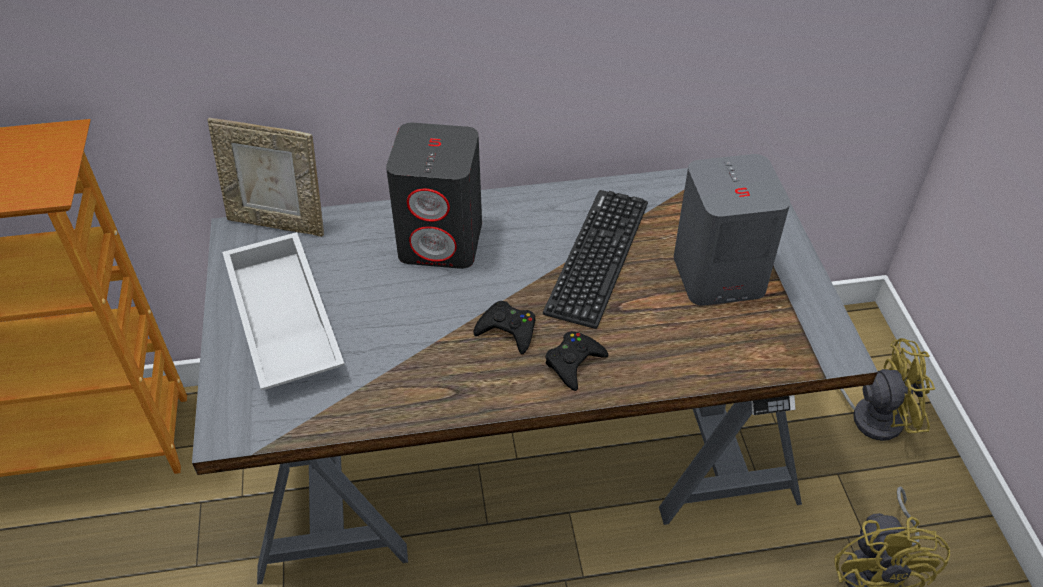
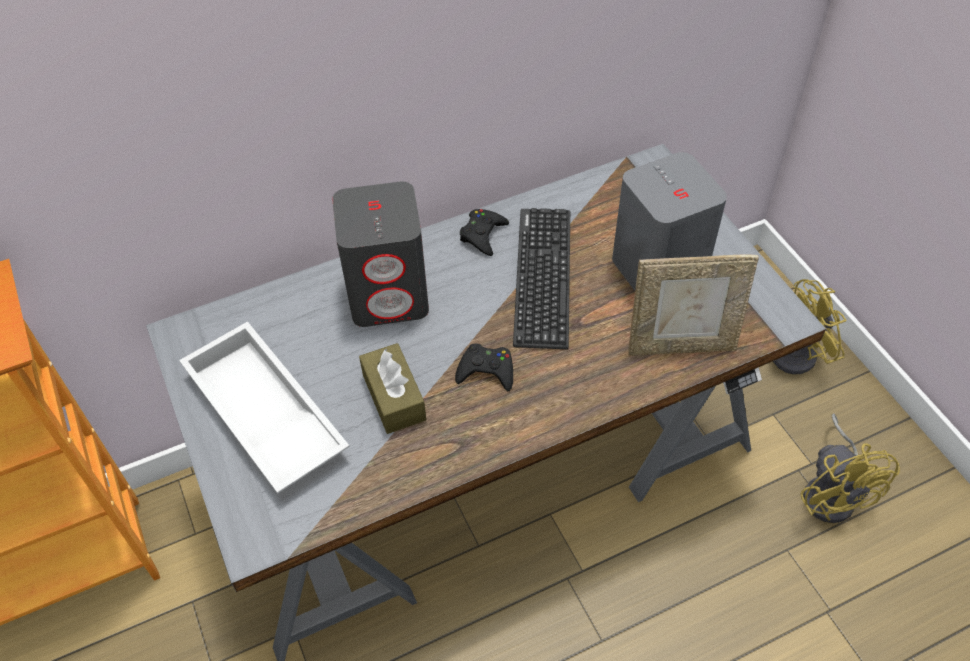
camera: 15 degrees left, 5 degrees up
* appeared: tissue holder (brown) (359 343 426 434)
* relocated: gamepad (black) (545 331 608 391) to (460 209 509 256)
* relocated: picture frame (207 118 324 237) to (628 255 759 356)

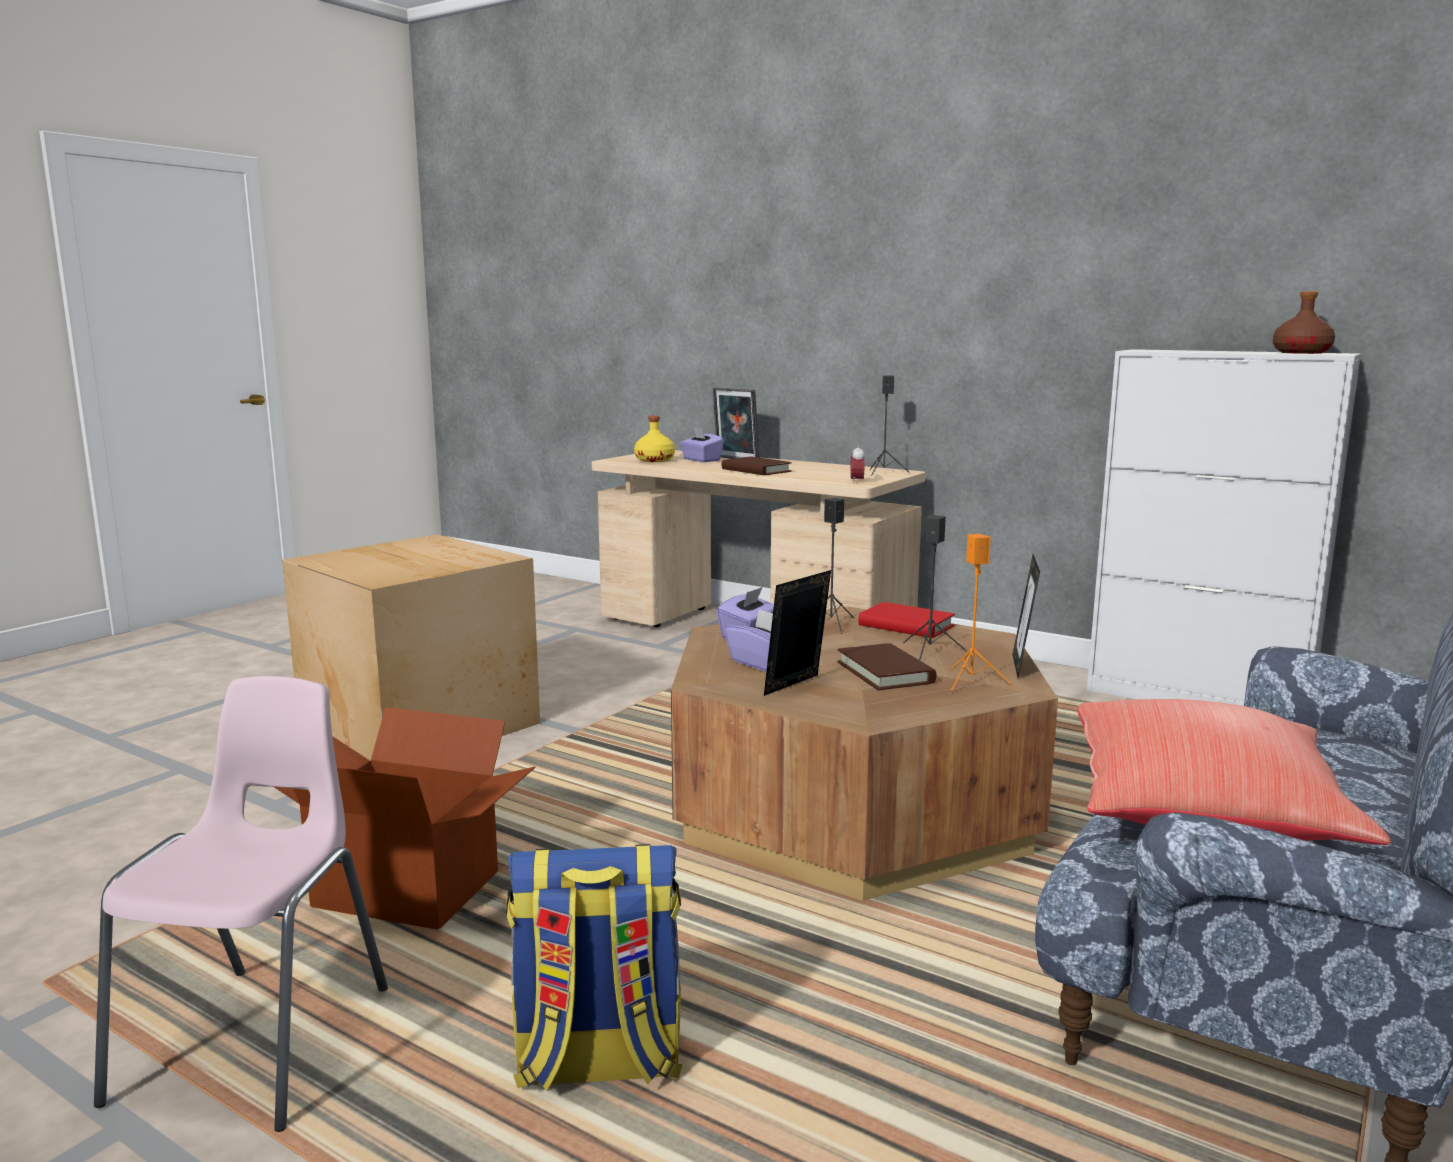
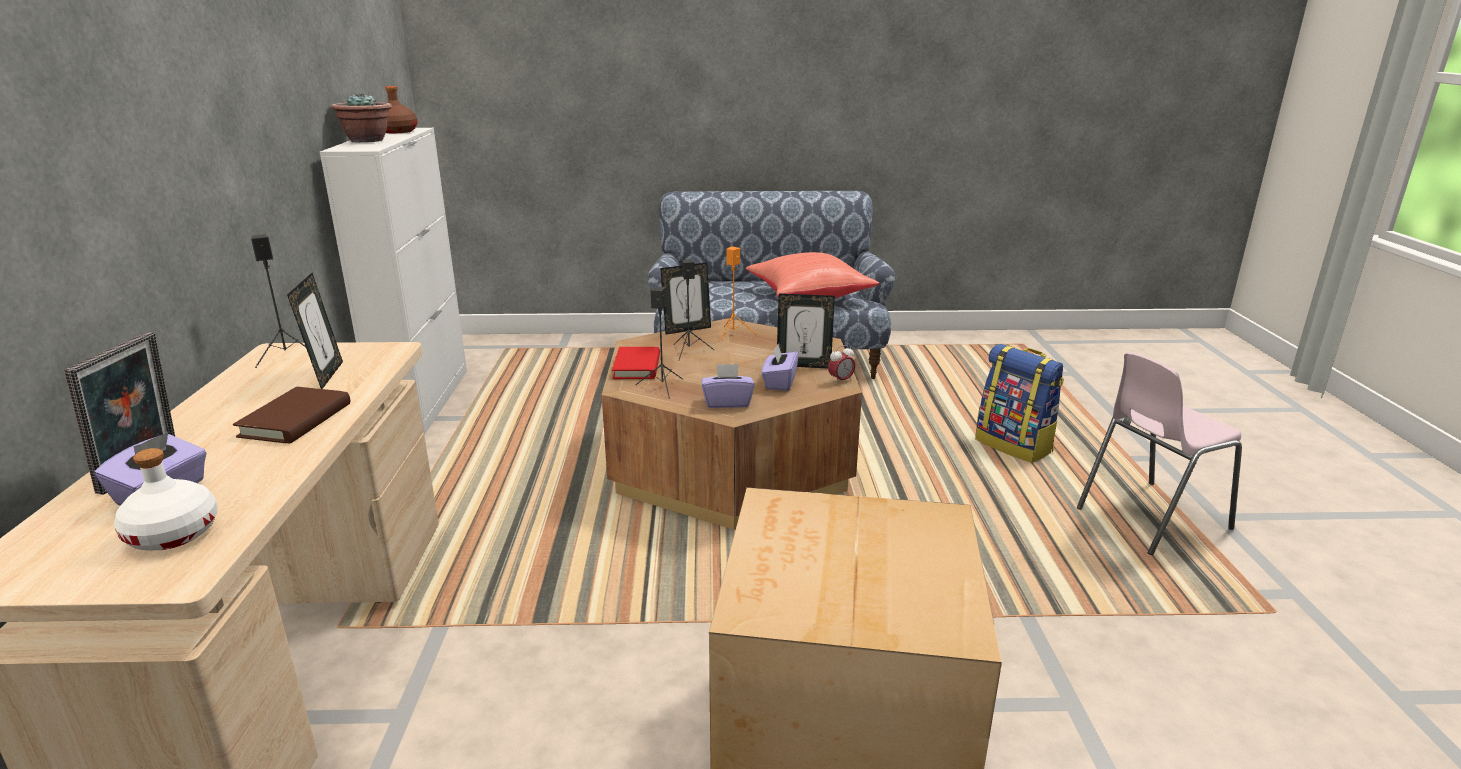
camera: 125 degrees left, 10 degrees up
* colour: drink bottle (yellow-coloured) (634 416 675 462) to drink bottle (whitish) (114 448 218 550)
* appeared: picture frame (287 273 343 389)
* appeared: houseplant (331 92 392 143)
* relocated: bedside clock (850 444 865 484) to (828 345 855 383)
* missing: carton (274 707 536 930)
* missing: volume (brown) (837 643 936 690)

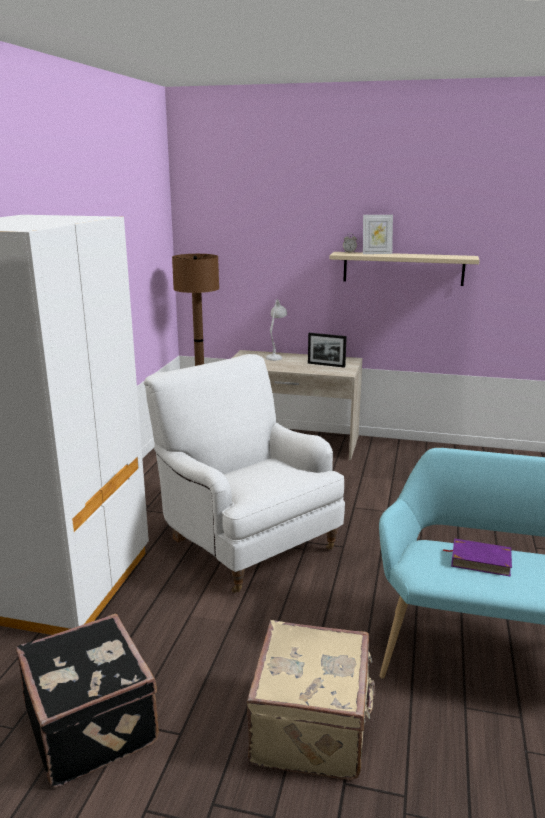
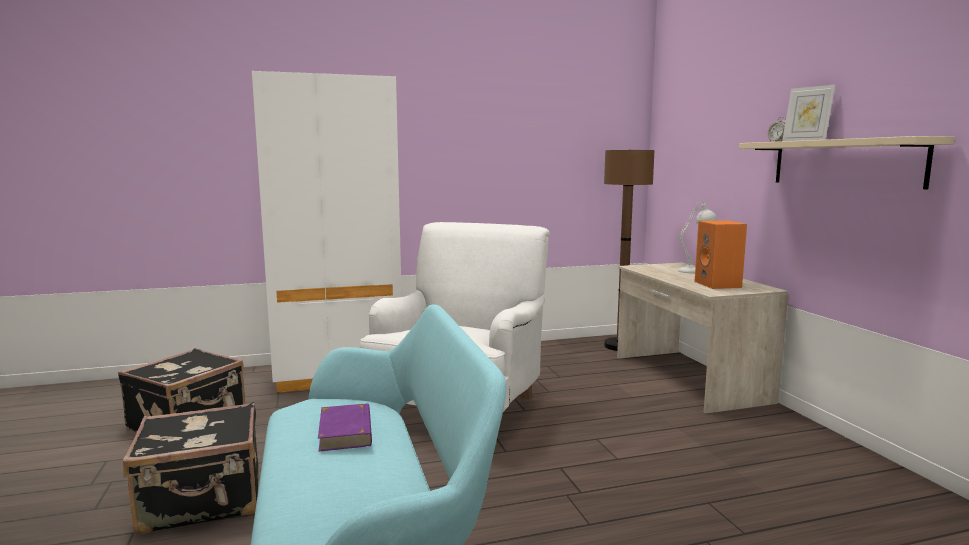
camera: 60 degrees right, 10 degrees down
* colour: piece of luggage (sand-coloured) (247 620 376 780) to piece of luggage (black) (123 402 259 535)
* exchanged: picture frame (308 333 347 368) to loudspeaker (orange-coloured) (695 221 747 289)

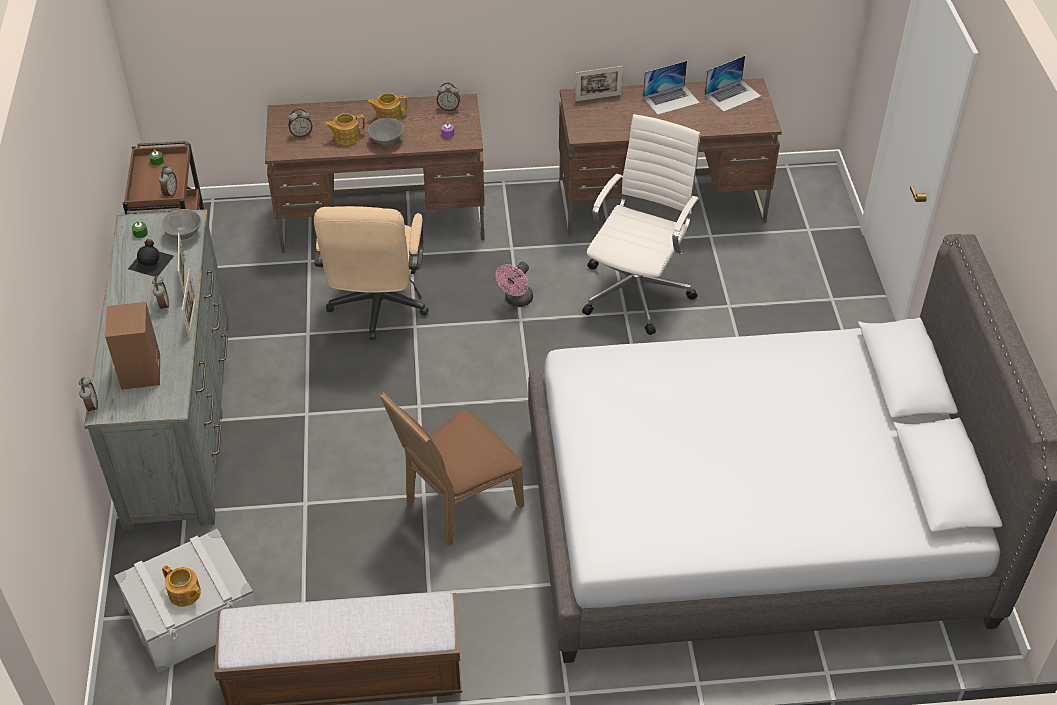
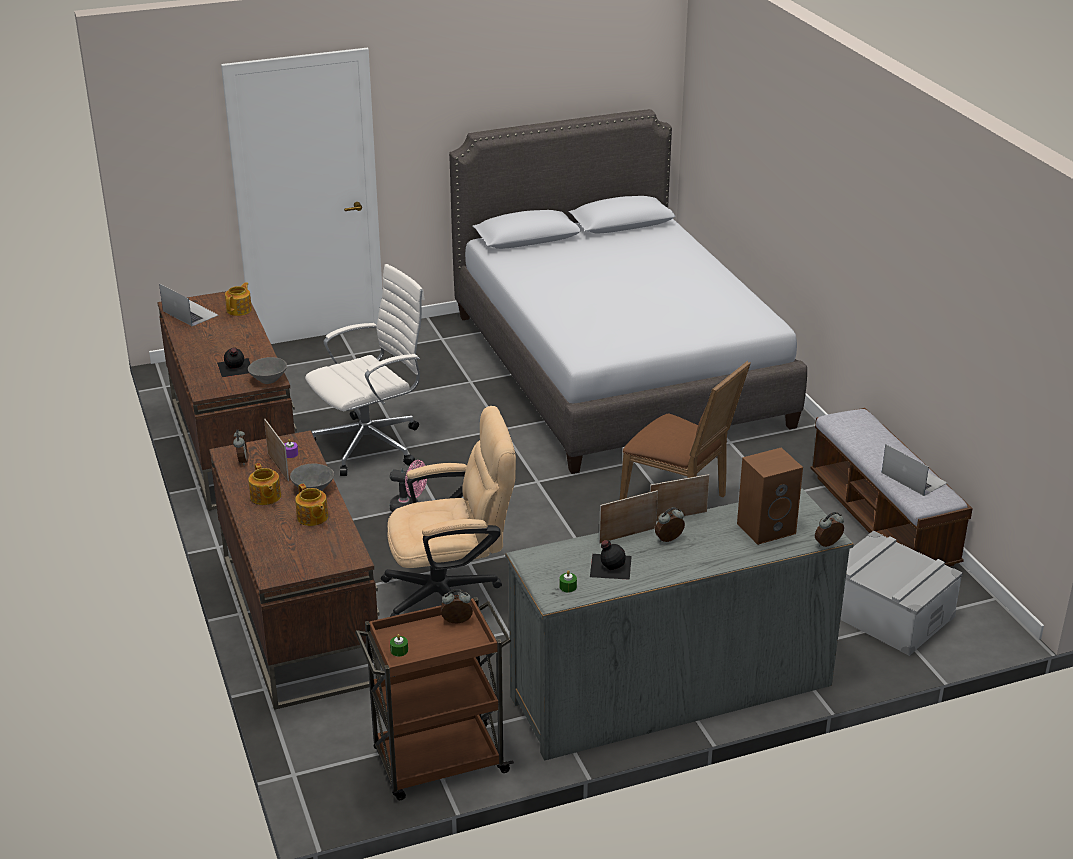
camera: 105 degrees left, 15 degrees down
* appeared: drink bottle (black) (217 348 250 377)
* relocated: pot for tea (162 565 201 607) to (225 282 252 316)
* relocated: deep dish (grey) (162 209 201 239) to (248 357 287 384)
* relocated: picture frame (575 66 623 101) to (264 419 289 481)
* spun: office chair (whitish) (582 114 700 335) = (305 264 425 476) 135 degrees clockwise
* relocated: notebook computer (643 61 700 115) to (882 444 947 496)
* missing: bedside clock (288 108 312 137)

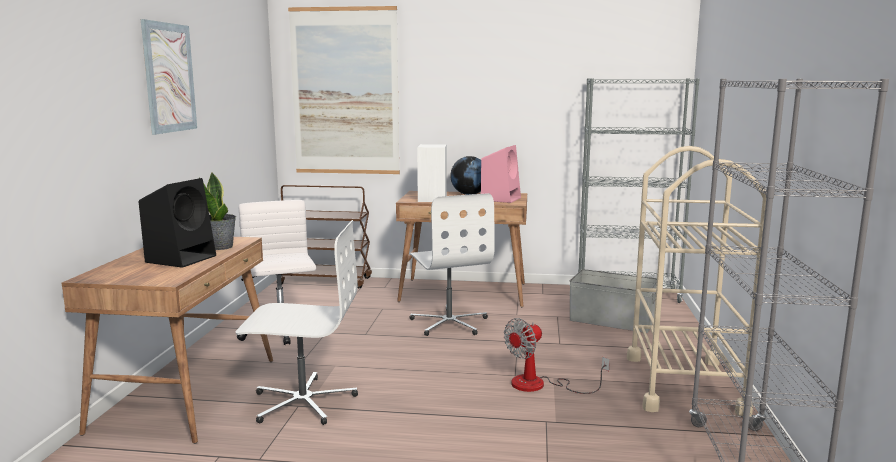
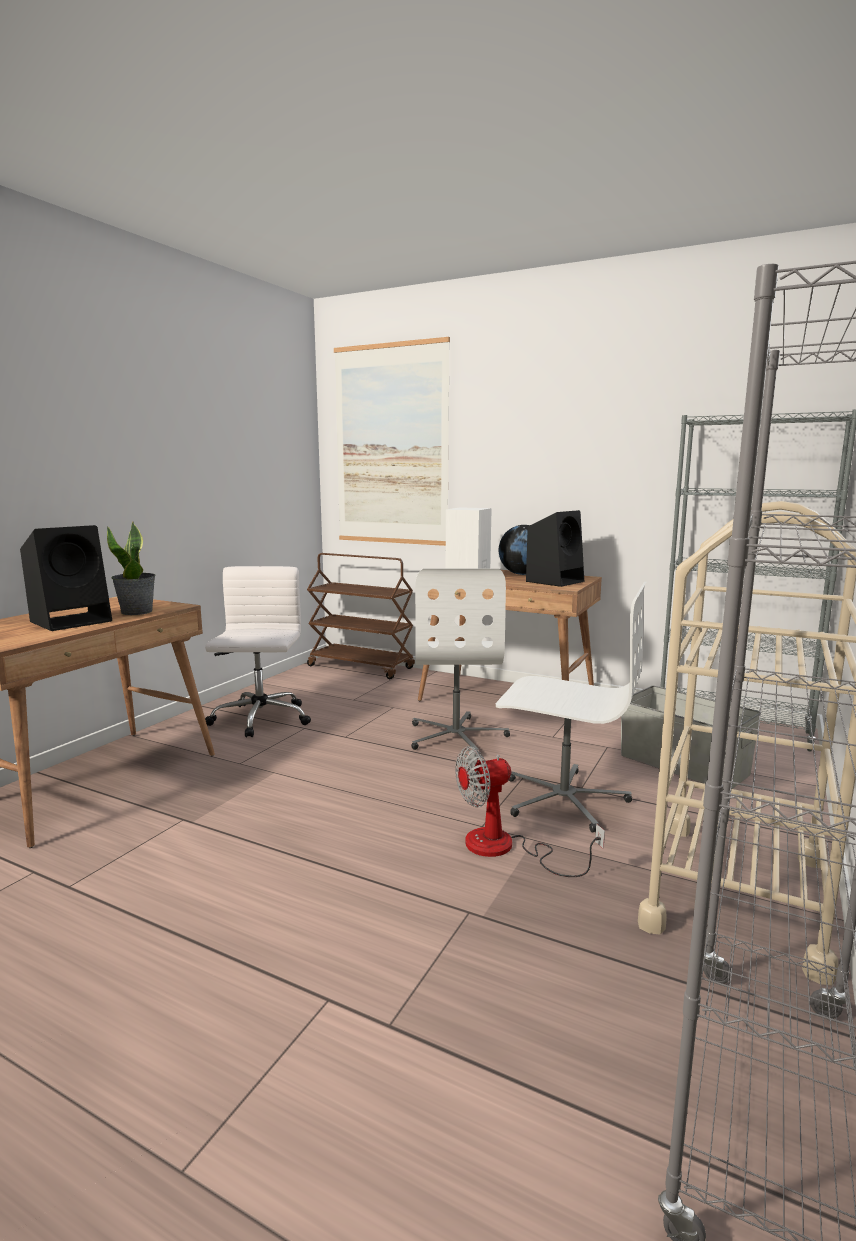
camera: 20 degrees right, 0 degrees up
* relocated: office chair (whitish) (236 220 358 425) to (496 582 646 833)
* colour: loudspeaker (pink-coloured) (481 145 521 203) to loudspeaker (black) (526 510 584 587)
* missing: picture (141 19 197 135)

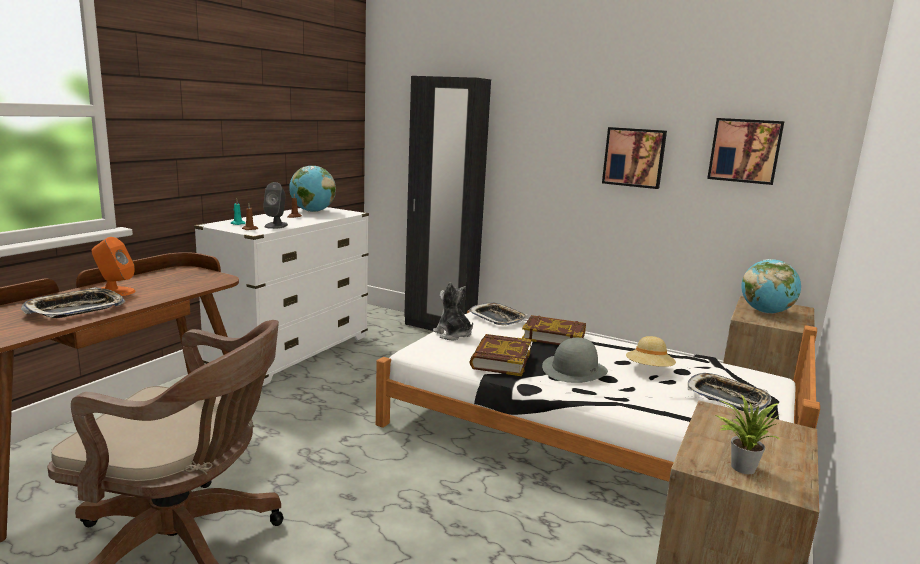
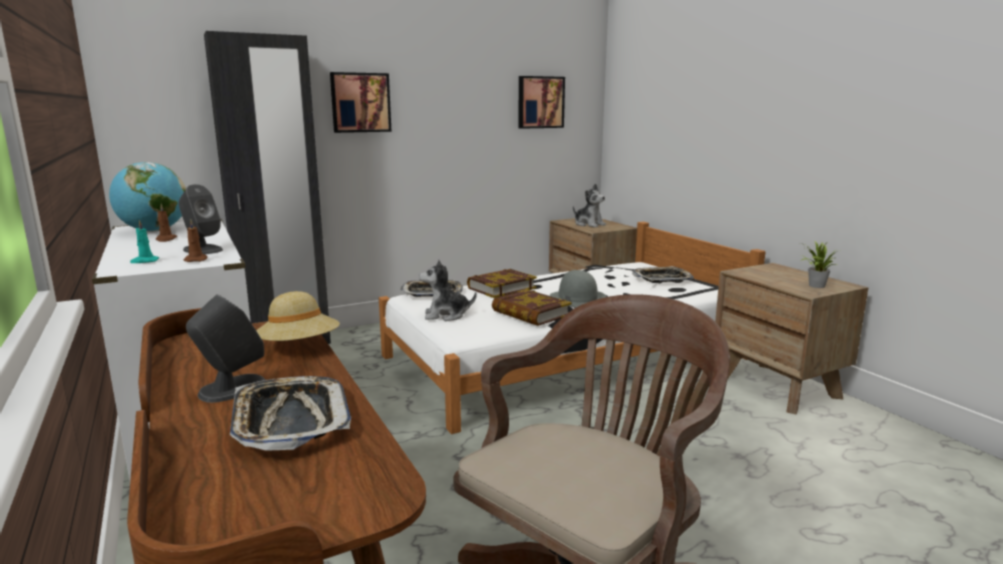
camera: 55 degrees left, 0 degrees up
* colour: loudspeaker (orange-coloured) (92 237 136 296) to loudspeaker (grey) (186 294 266 403)
* relocated: clothing hat (sand-coloured) (626 336 676 367) to (256 291 340 341)
* relocated: picture (602 127 667 189) to (330 72 392 133)
* exchanged: desk globe (741 259 801 314) to soft toy (573 183 606 227)

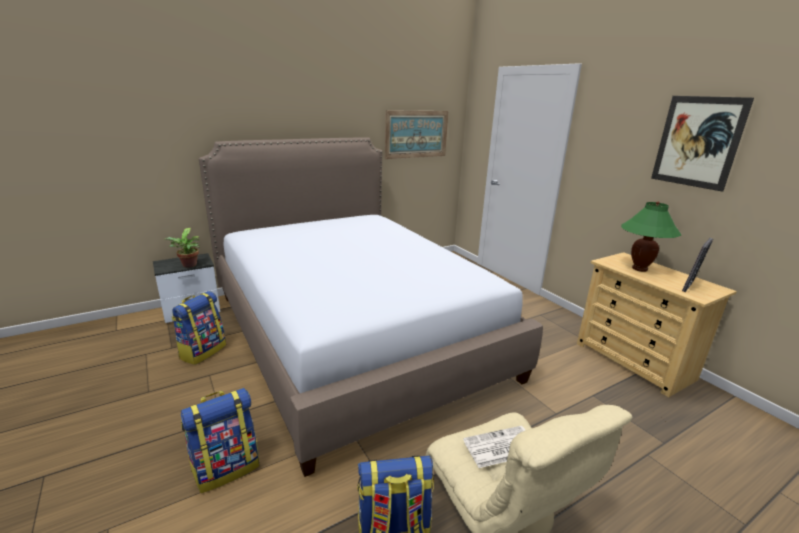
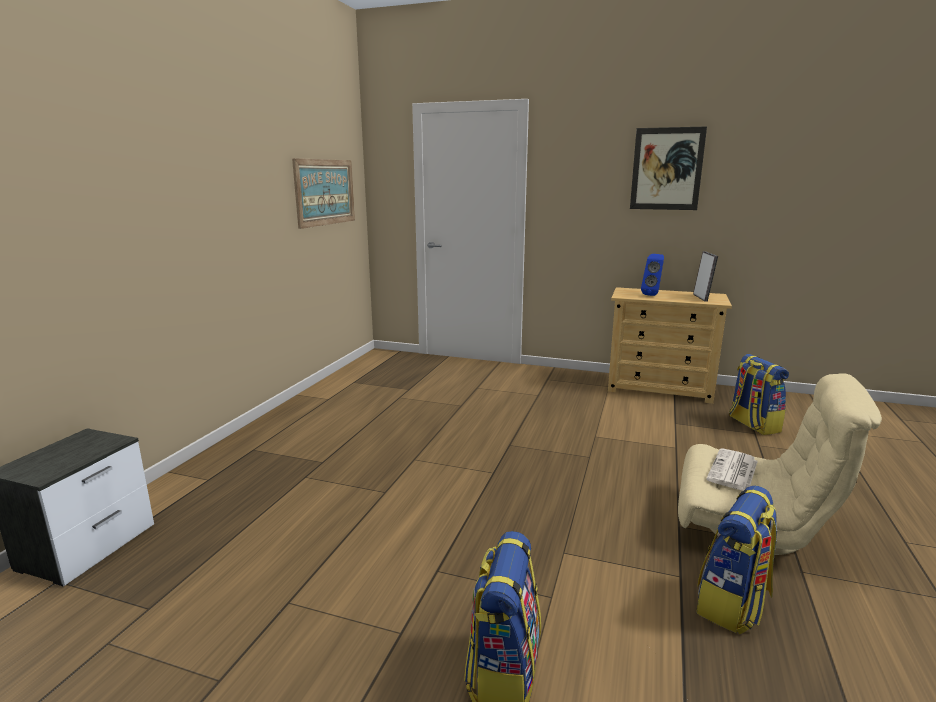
camera: 40 degrees left, 5 degrees down
* exchanged: lamp for a table (green) (621 202 681 272) to loudspeaker (bluish) (641 254 664 296)
* relocated: knapsack (172 291 226 365) to (729 354 789 435)
* missing: houseplant (164 228 199 267)
* missing: sleeping bed (199 137 543 477)

